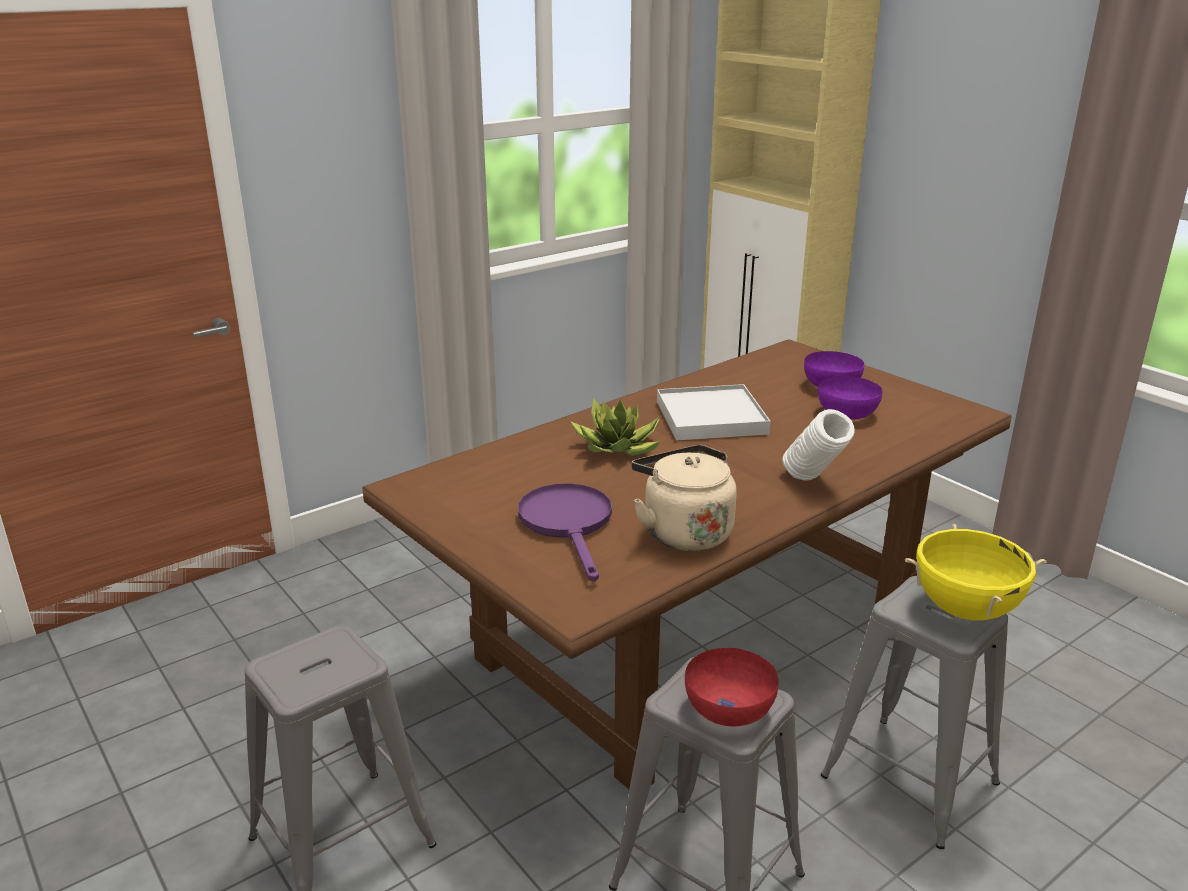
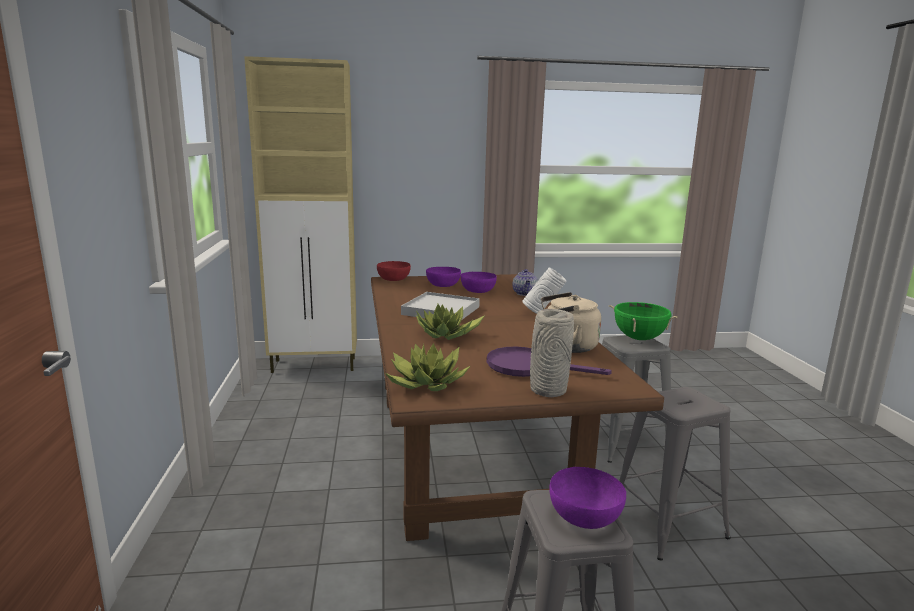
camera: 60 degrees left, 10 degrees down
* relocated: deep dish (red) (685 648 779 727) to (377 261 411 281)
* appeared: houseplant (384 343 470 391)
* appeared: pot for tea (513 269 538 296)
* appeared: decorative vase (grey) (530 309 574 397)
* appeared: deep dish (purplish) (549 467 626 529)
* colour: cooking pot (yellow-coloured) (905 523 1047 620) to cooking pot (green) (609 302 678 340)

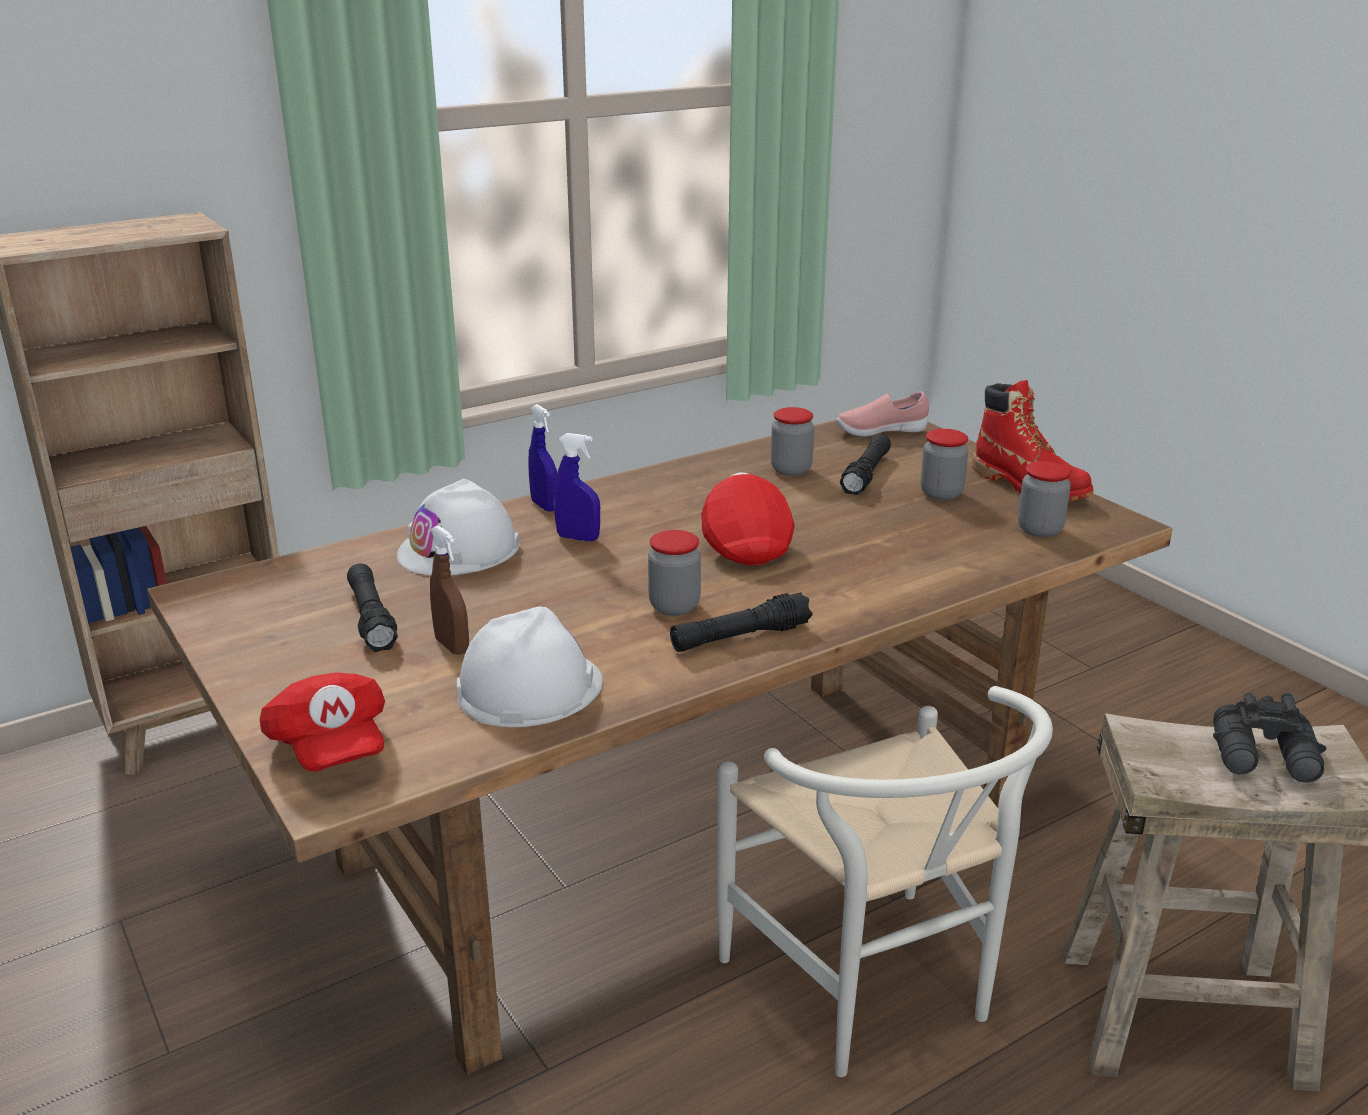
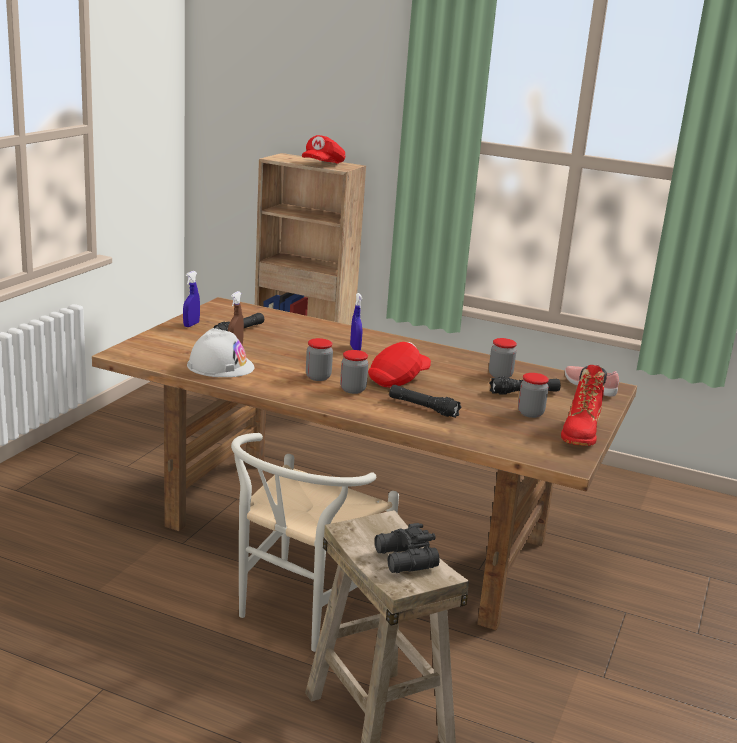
camera: 55 degrees right, 5 degrees down
* relocated: sprayer (bluish) (528 404 557 512) to (183 271 200 327)
* relocated: peaked cap (red) (259 673 385 771) to (302 135 345 164)
* relocated: storage jar (1018 461 1071 537) to (340 350 369 394)
* relocated: hand torch (black) (670 592 813 652) to (389 385 462 418)
* missing: hard hat (whitish) (397 479 519 575)

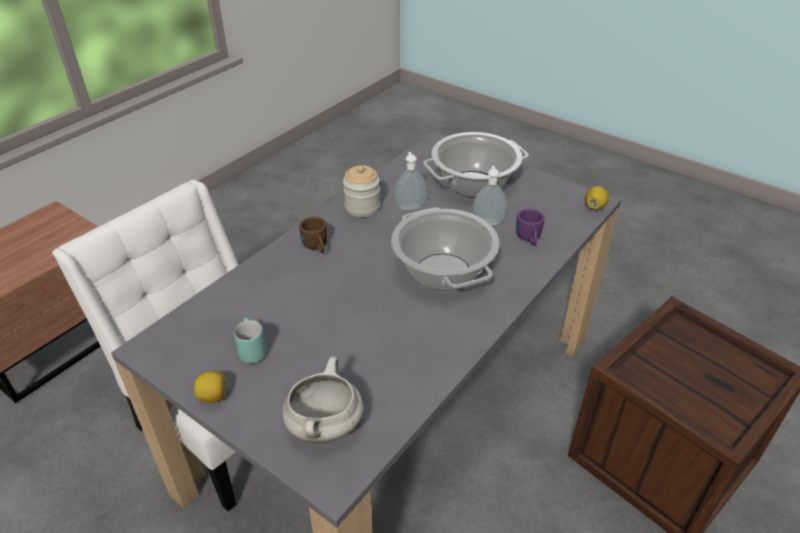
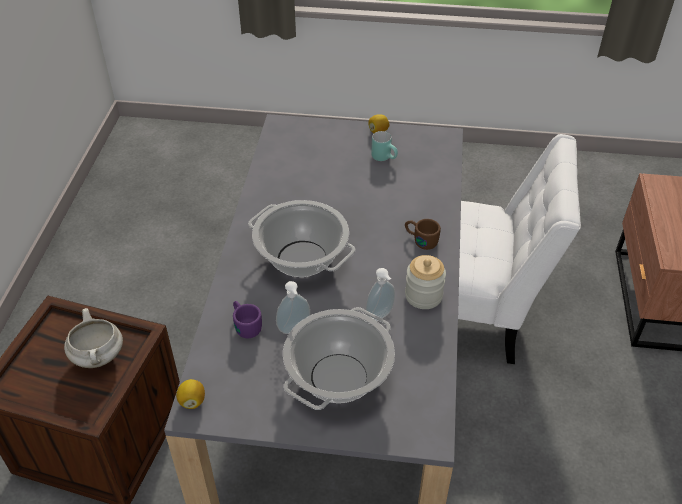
camera: 150 degrees right, 5 degrees up
* relocated: cooking pot (whitish) (282 356 363 443) to (64 308 123 368)

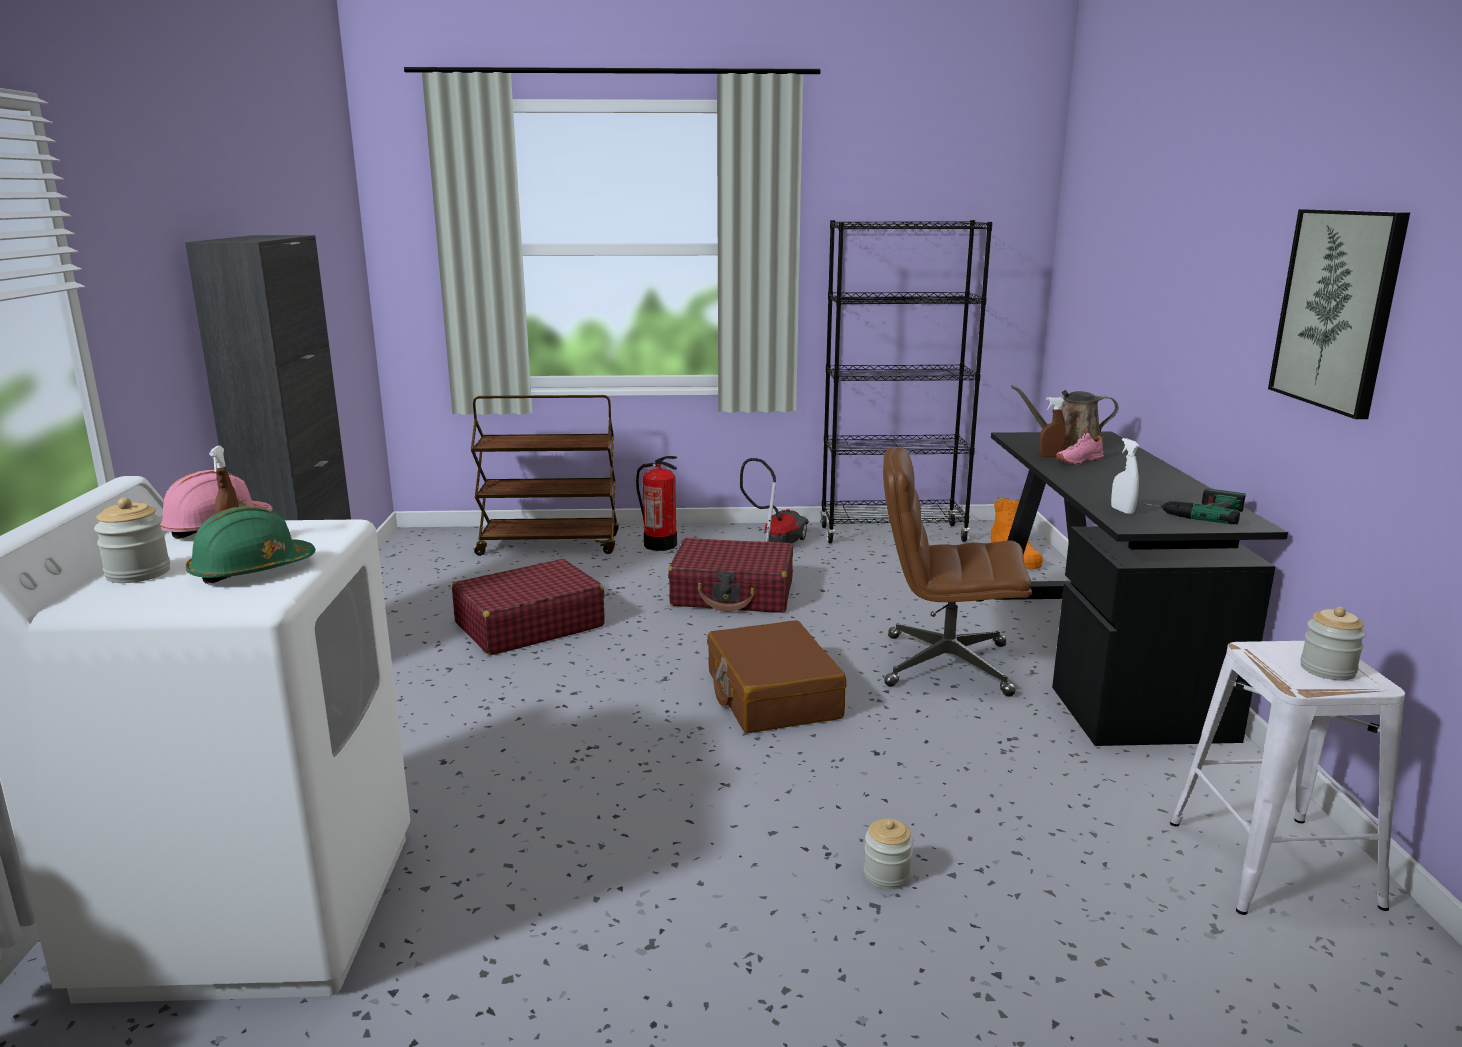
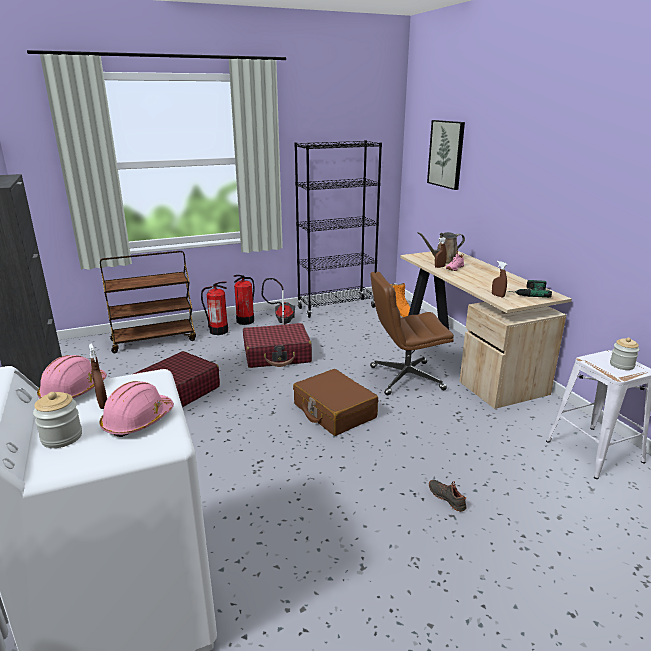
camera: 20 degrees left, 5 degrees up
* colour: hard hat (green) (186 506 316 584) to hard hat (pink-coloured) (100 381 174 437)
* appeared: extinguisher (233 275 255 325)
* colour: desk (black) (991 432 1288 746) to desk (sand-coloured) (400 251 572 409)
* relocated: picture (1268 209 1410 419) to (427 120 465 190)
* exchanged: storage jar (864 819 913 889) to shoe (black) (429 480 467 512)
* colour: sprayer (whitish) (1111 438 1140 514) to sprayer (brown) (492 261 507 298)

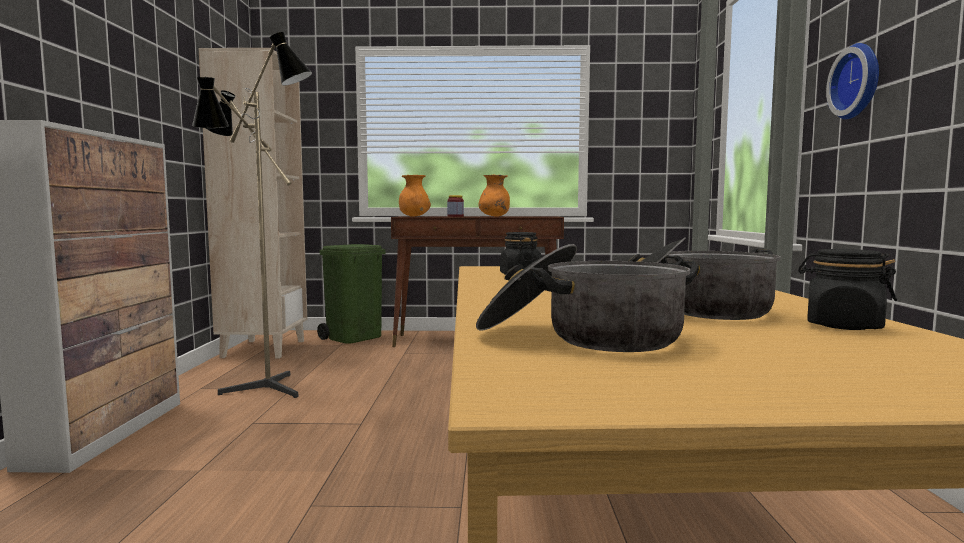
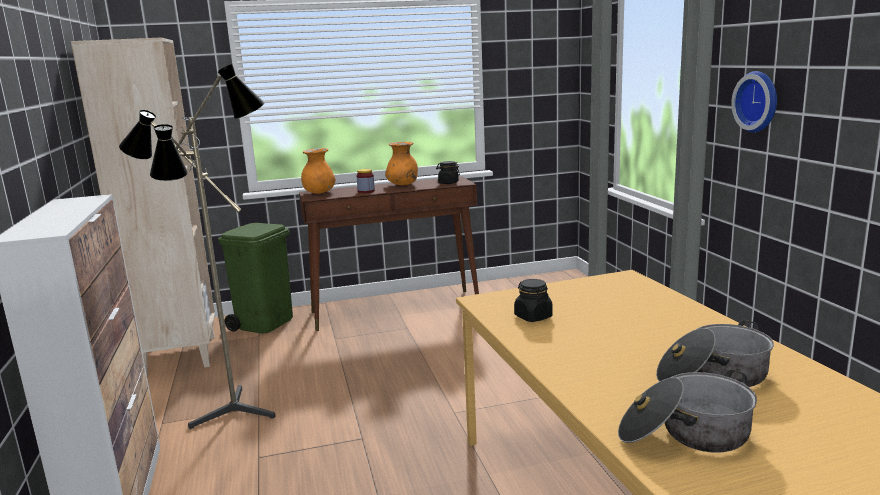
camera: 15 degrees left, 10 degrees up
* relocated: storage jar (black) (798 249 897 330) to (436 161 460 184)

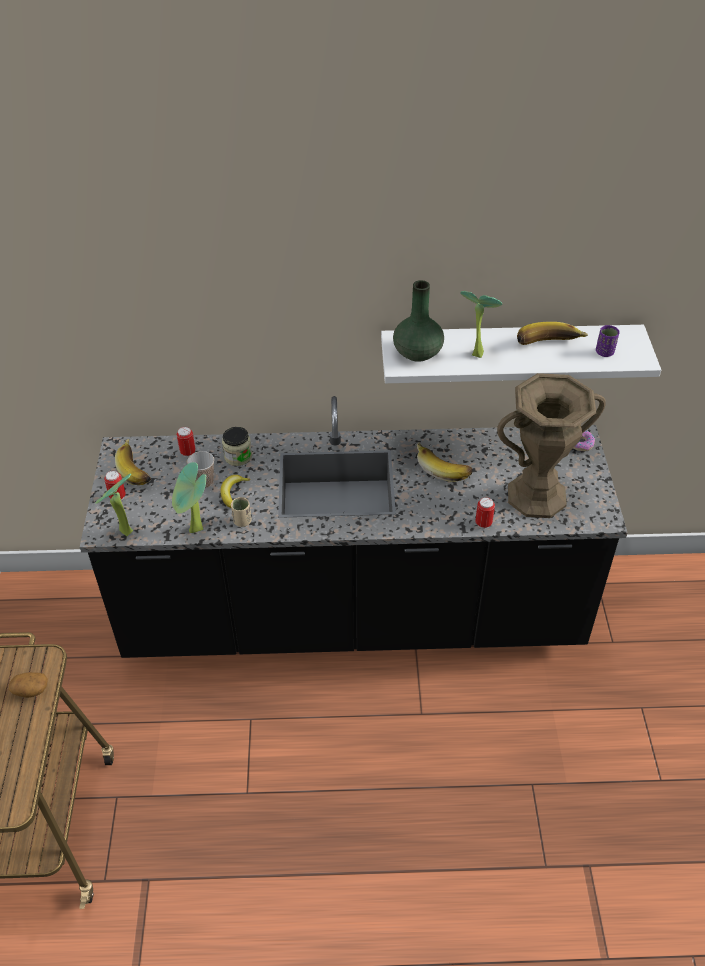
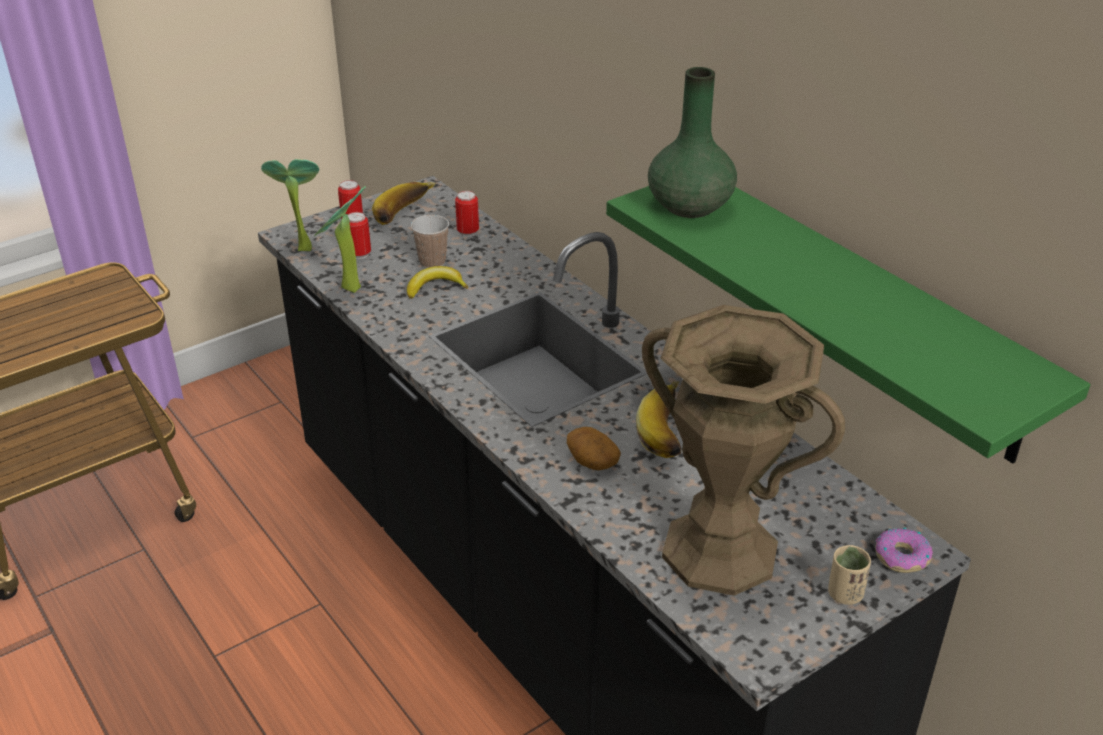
camera: 55 degrees right, 10 degrees down
* relocated: metal can (476 497 495 529) to (347 212 371 259)
* relocated: spud (9 672 48 698) to (567 427 621 470)
* colour: bracket shelf (whitish) (381 325 661 383) to bracket shelf (green) (606 186 1090 464)
* relocated: small cup (sand-coloured) (231 497 252 527) to (828 545 871 605)
* missing: storage jar (222 427 252 466)
* missing: houseplant (460 291 502 358)
* missing: whole banana (517 322 588 345)
* missing: small cup (purplish) (596 325 619 357)

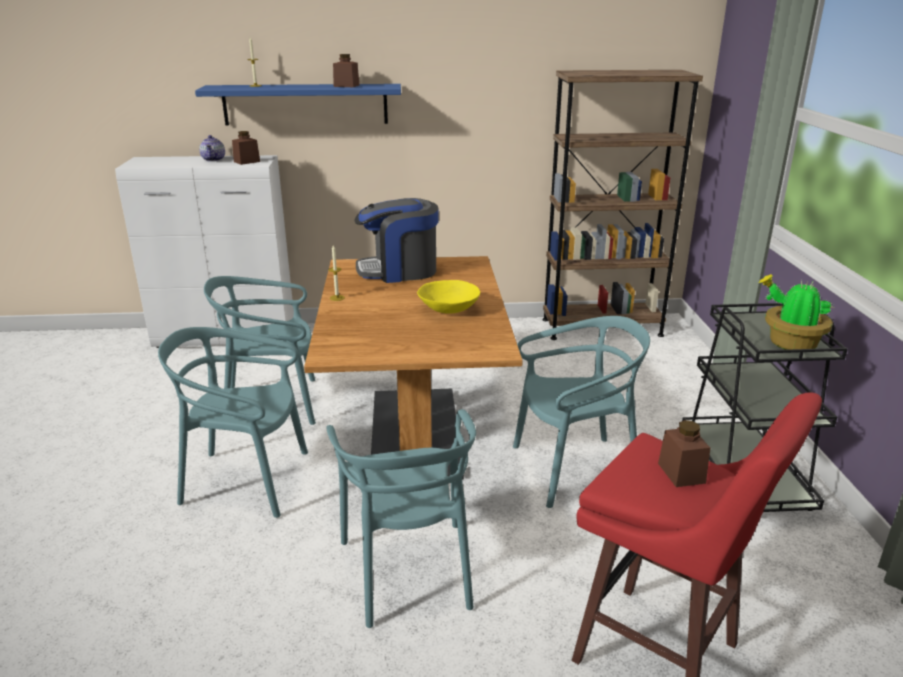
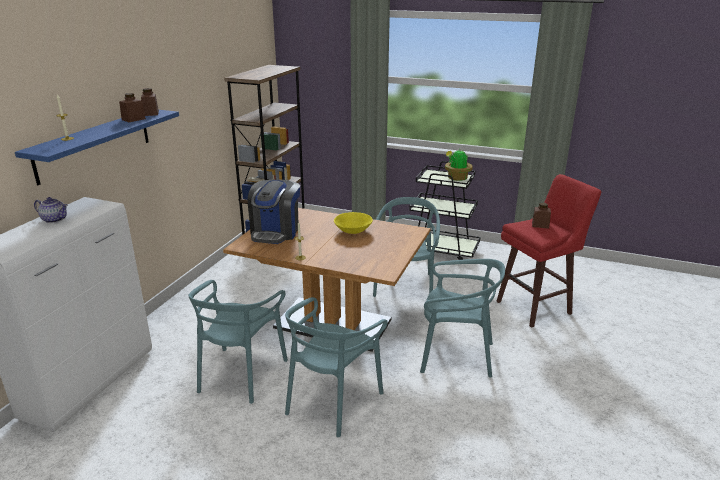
camera: 65 degrees left, 0 degrees up
* relocated: storage jar (brown) (232 131 260 165) to (141 88 159 116)

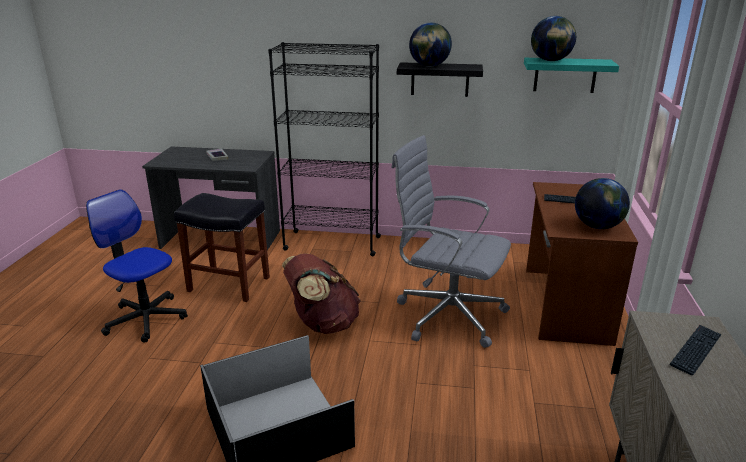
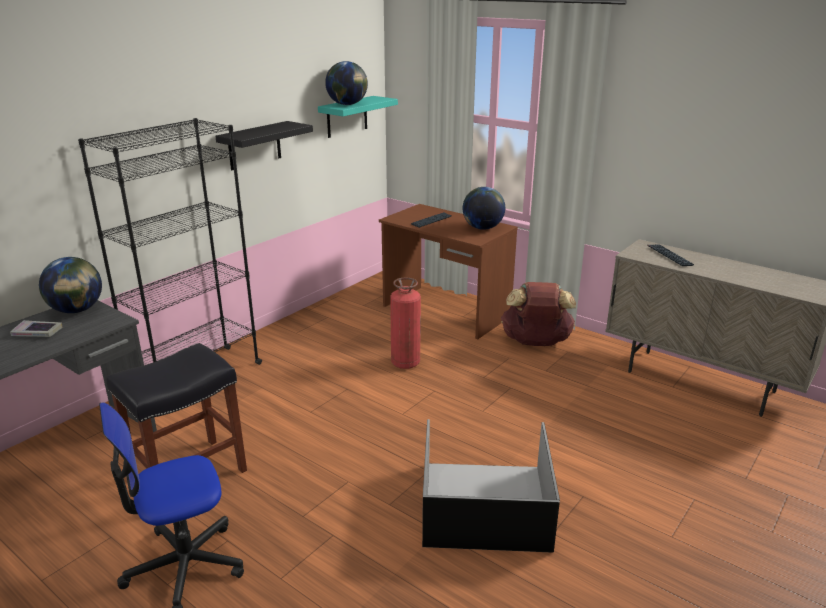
camera: 60 degrees left, 0 degrees up
* relocated: desk globe (409 23 452 67) to (39 257 102 313)
* exchanged: office chair (grey) (391 135 511 348) to extinguisher (390 277 421 369)
* relocated: knapsack (brown) (282 254 361 334) to (501 282 576 346)

